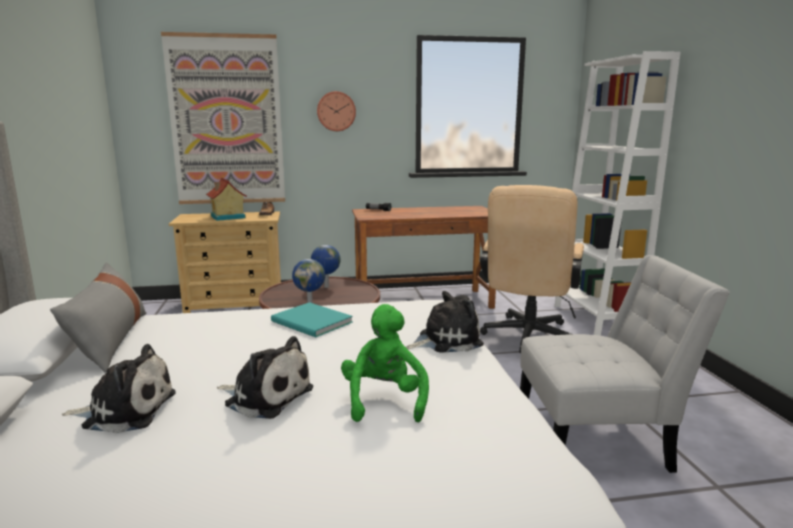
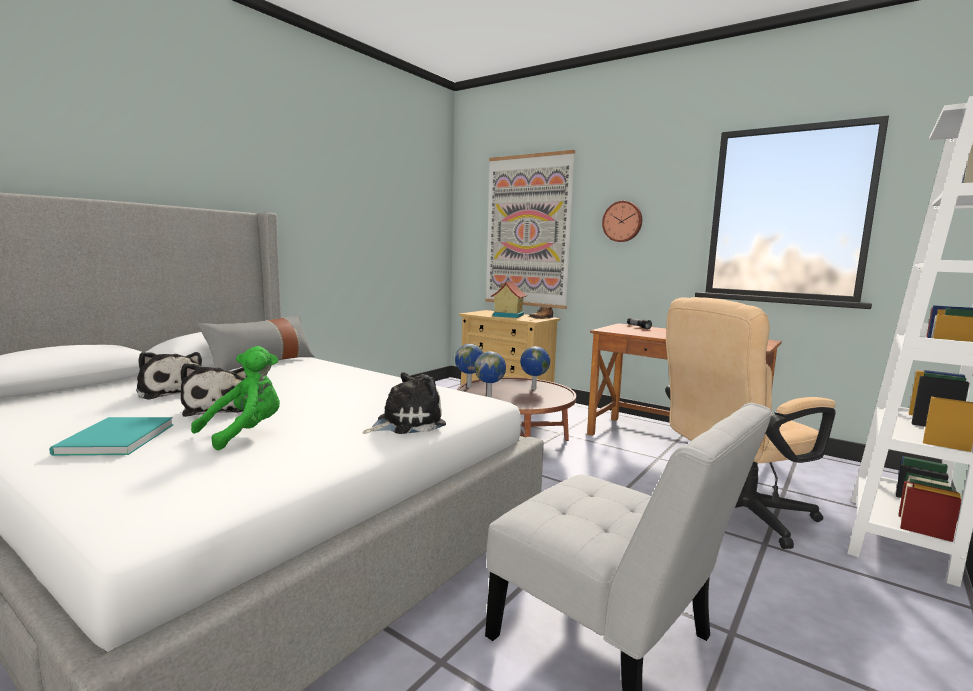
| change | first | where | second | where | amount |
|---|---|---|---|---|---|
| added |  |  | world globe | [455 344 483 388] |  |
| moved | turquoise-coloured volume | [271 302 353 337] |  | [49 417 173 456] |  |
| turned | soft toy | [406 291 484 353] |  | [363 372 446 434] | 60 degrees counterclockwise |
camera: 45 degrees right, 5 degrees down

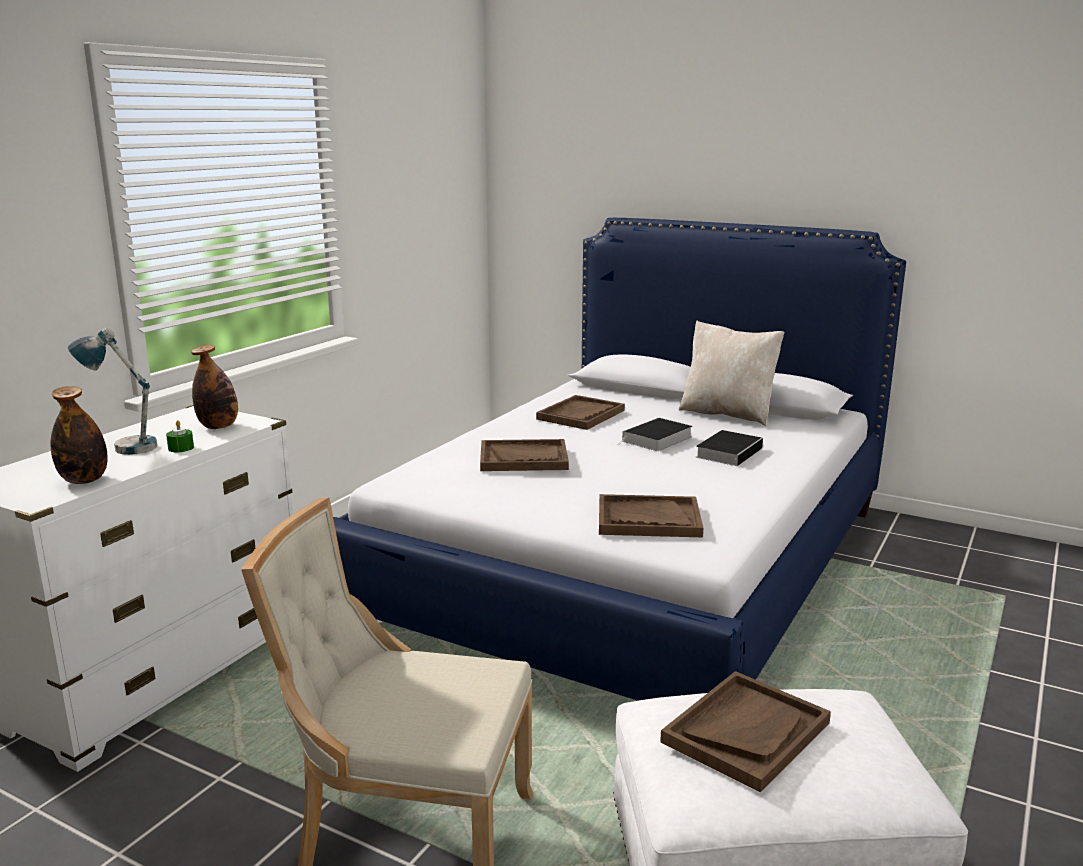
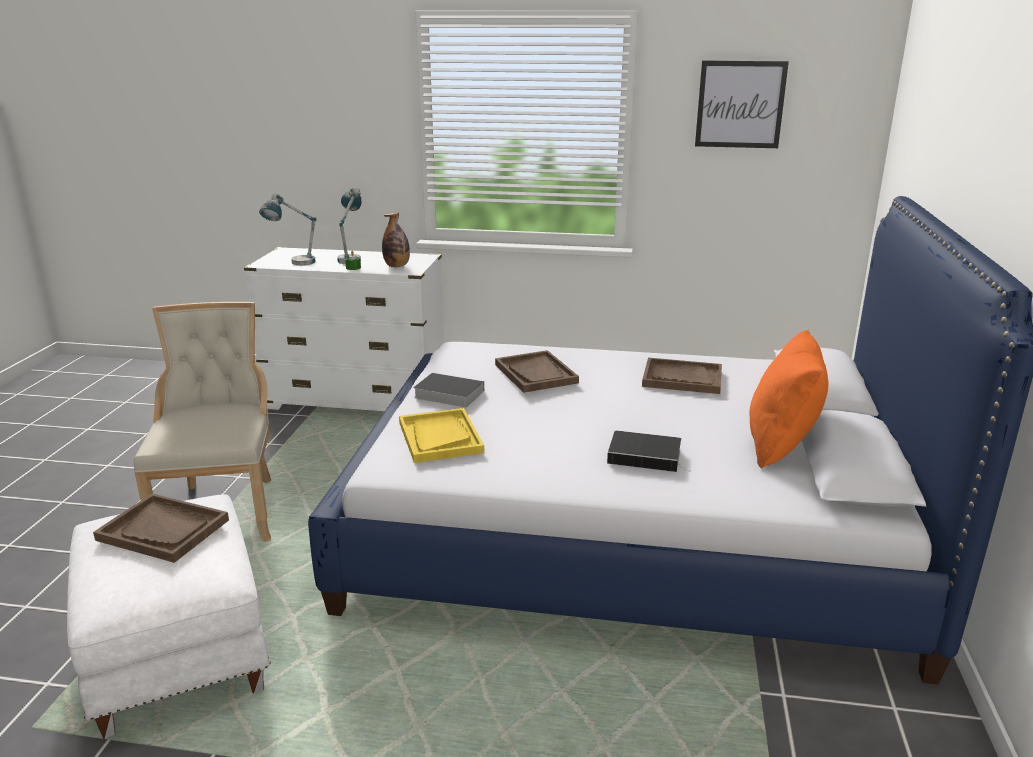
| change | first | where | second | where | amount |
|---|---|---|---|---|---|
| added |  |  | wall picture | [695 61 789 148] |  |
| moved | volume | [618 418 693 451] |  | [413 373 484 407] |  |
| replaced | drink bottle | [50 386 108 484] | tabletop lamp | [259 193 317 265] |  |
| recoloured | brownish tray | [599 494 703 537] | yellow tray | [399 408 484 463] |  |
| recoloured | beige-coloured throw pillow | [679 321 784 426] | orangey throw pillow | [749 330 828 468] |  |
camera: 70 degrees right, 5 degrees up

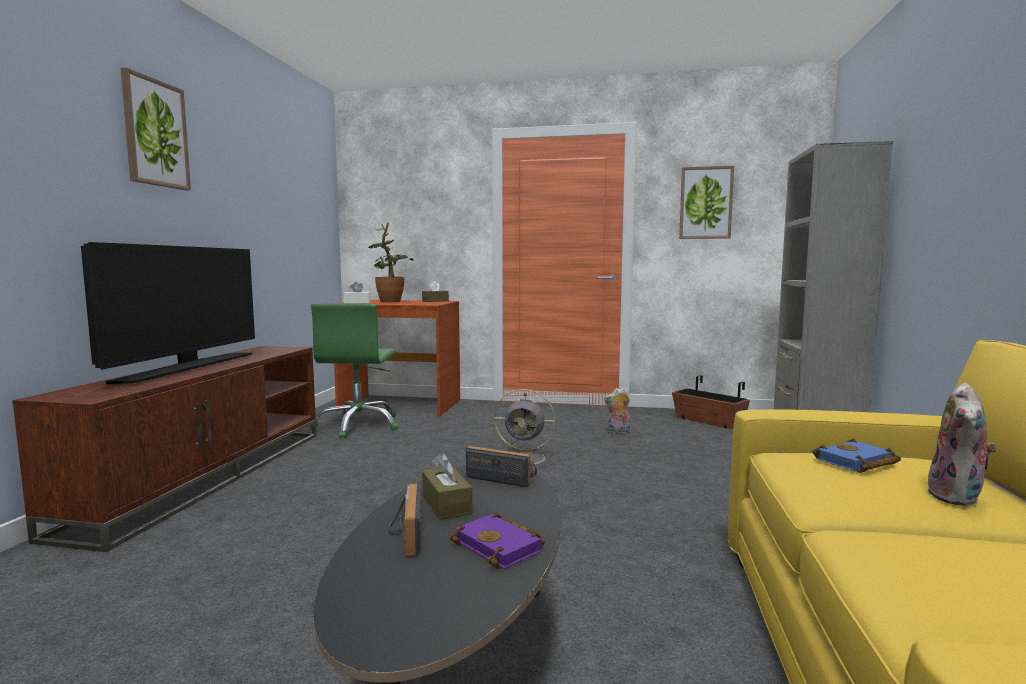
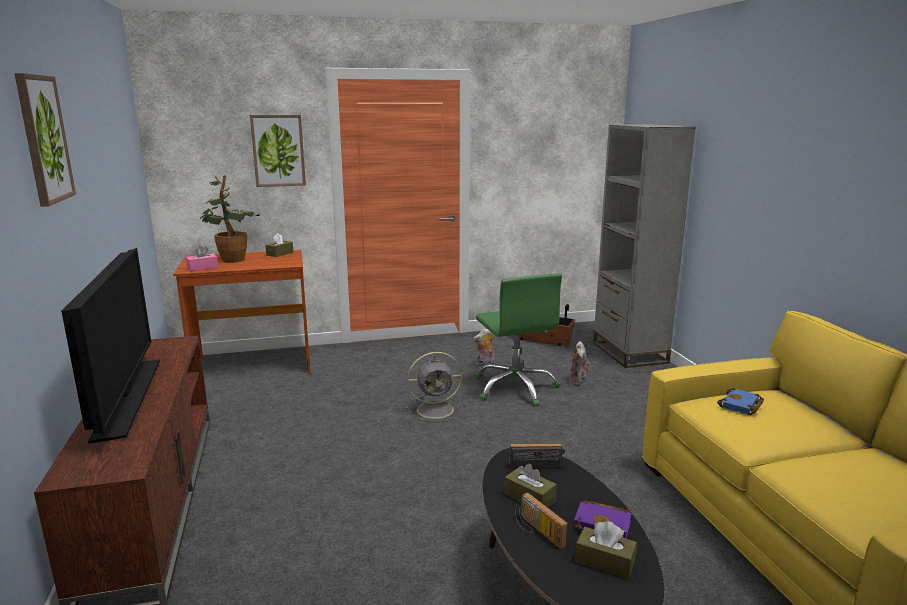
| change | first | where | second | where | amount |
|---|---|---|---|---|---|
| added |  |  | brownish box of tissues | [575 521 637 579] |  |
| moved | green computer chair | [310 303 399 438] |  | [475 274 562 407] |  |
| moved | wall picture | [679 166 734 239] |  | [250 115 306 187] |  |
| moved | soft toy | [926 383 998 507] |  | [569 341 590 386] |  |
| recoloured | white-coloured box of tissues | [343 282 370 303] | pinkish box of tissues | [186 246 218 271] |  |
camera: 25 degrees left, 10 degrees up

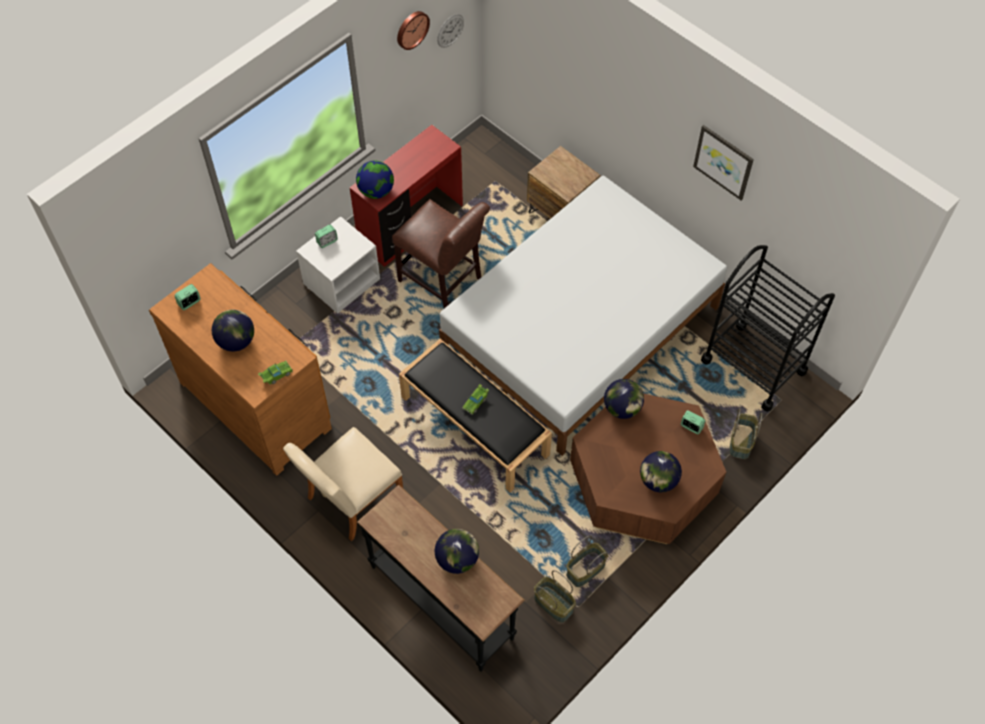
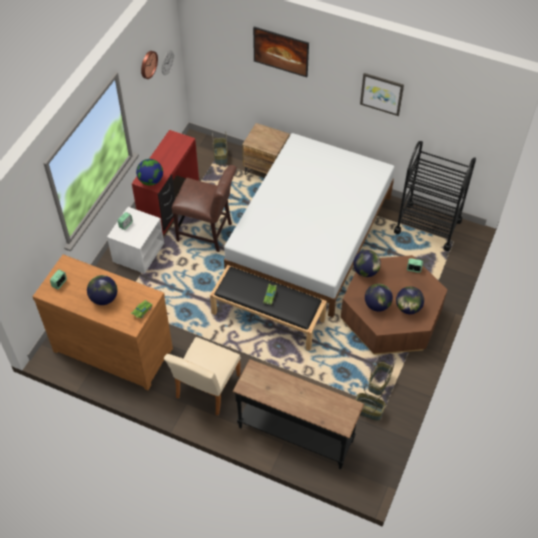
| change | first | where | second | where | amount |
|---|---|---|---|---|---|
| added |  |  | wall picture | [253 27 309 77] |  |
| moved | world globe | [435 529 479 574] |  | [365 284 393 312] |  |
| moved | household basket | [729 408 762 459] |  | [212 131 228 165] |  |
camera: 20 degrees left, 5 degrees down

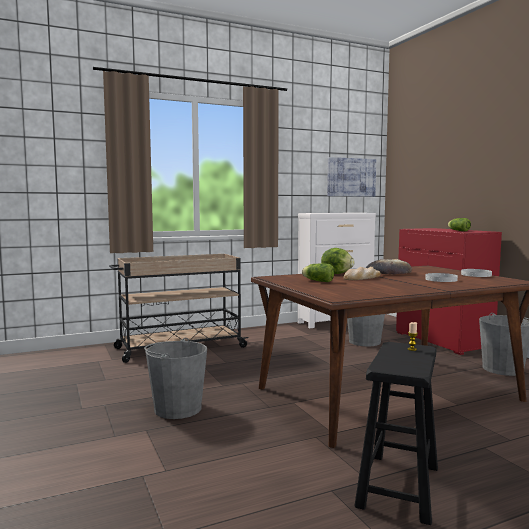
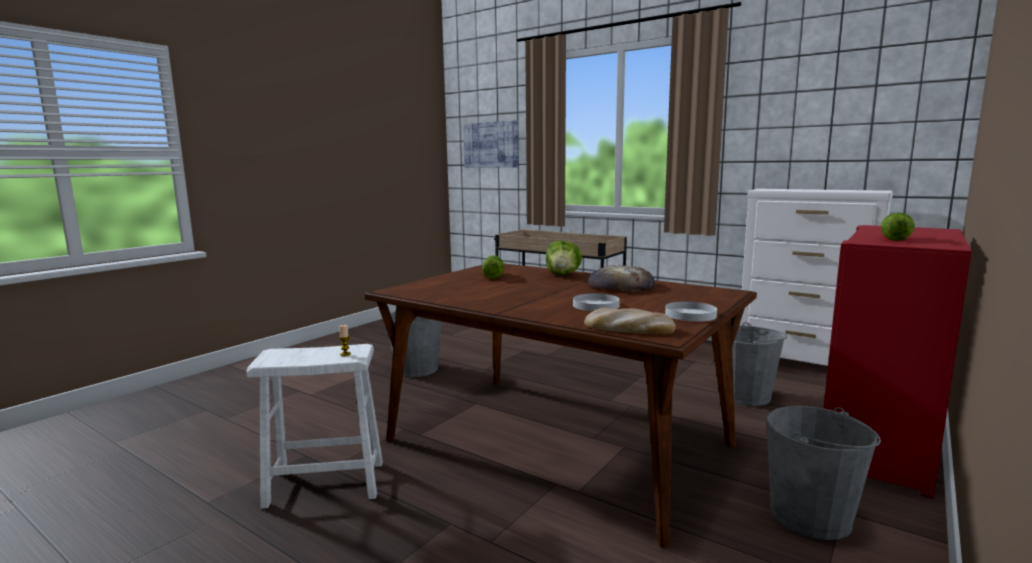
| change | first | where | second | where | amount |
|---|---|---|---|---|---|
| moved | wall picture | [327 157 376 197] |  | [463 120 519 168] |  |
| moved | baked bread | [344 267 381 280] |  | [584 308 676 335] |  |
| recoloured | black-coloured stool | [354 342 438 525] | white-coloured stool | [246 344 383 509] |  |
camera: 60 degrees right, 5 degrees up

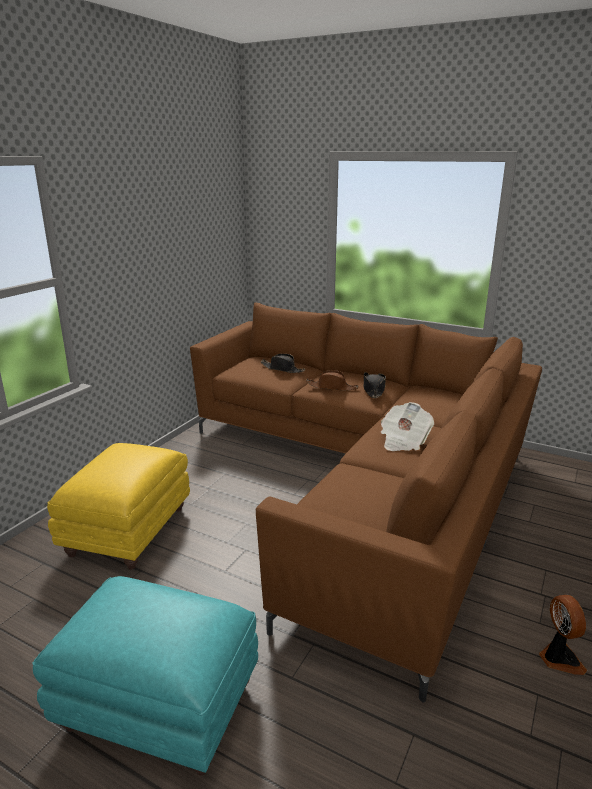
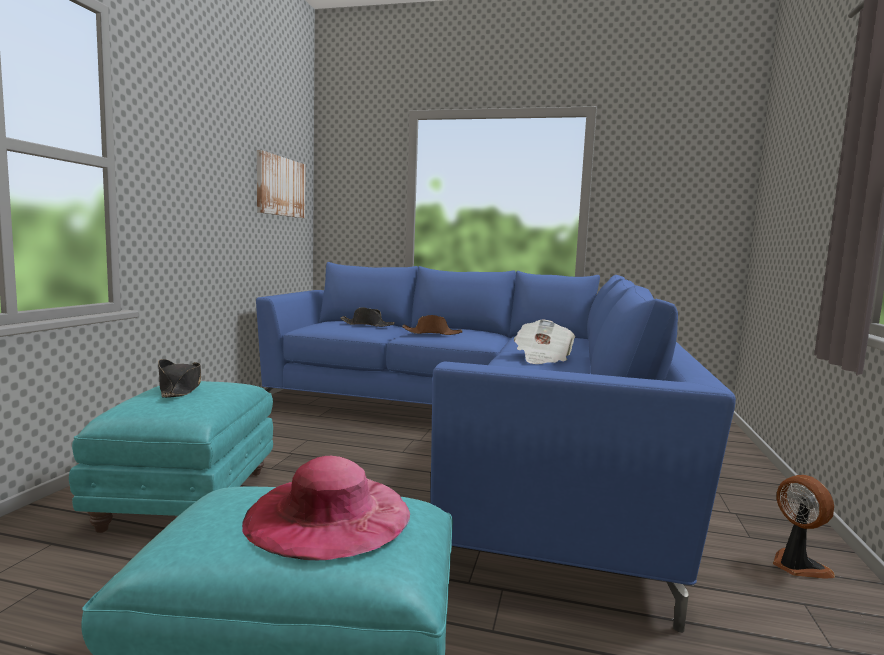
| change | first | where | second | where | amount |
|---|---|---|---|---|---|
| added |  |  | pinkish hat | [242 456 410 560] |  |
| added |  |  | wall picture | [257 150 305 218] |  |
| moved | black-coloured hat | [364 372 386 398] |  | [158 359 201 398] |  |
| recoloured | yellow pouffe | [47 443 190 569] | turquoise-coloured pouffe | [69 381 273 533] |  |
| recoloured | brownish settee | [190 303 542 703] | blue settee | [256 262 736 633] |  |
camera: 15 degrees left, 15 degrees down

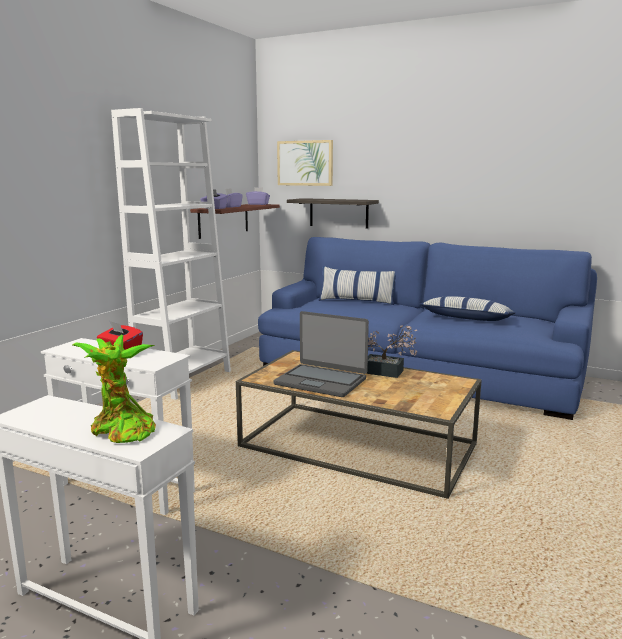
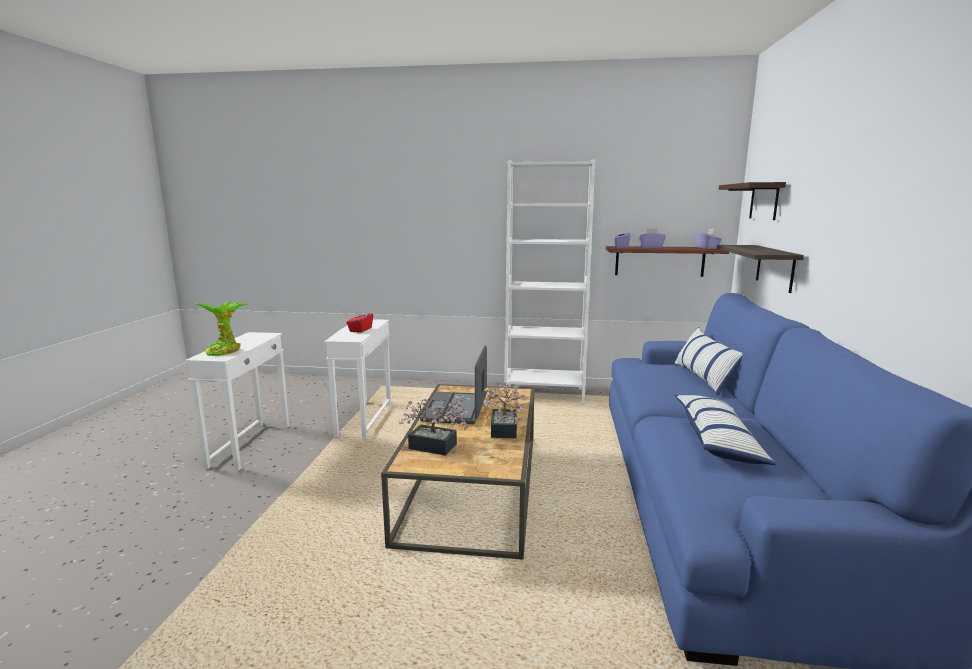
| change | first | where | second | where | amount |
|---|---|---|---|---|---|
| added |  |  | potted plant | [399 394 470 456] |  |
| replaced | wall picture | [277 140 333 186] | bracket shelf | [719 182 786 220] |  |
camera: 70 degrees right, 0 degrees up

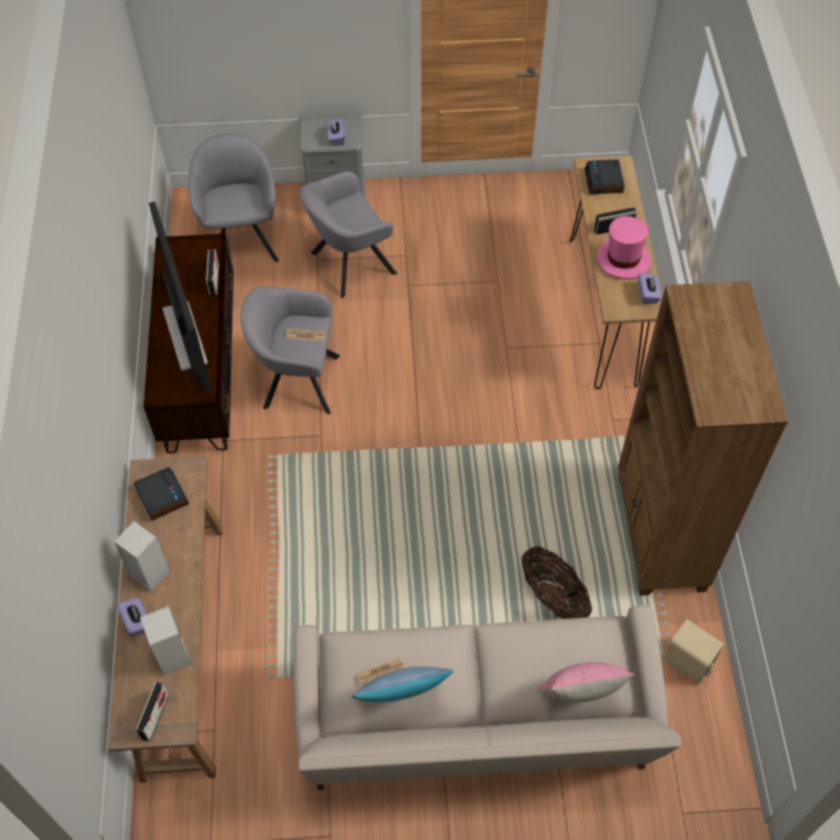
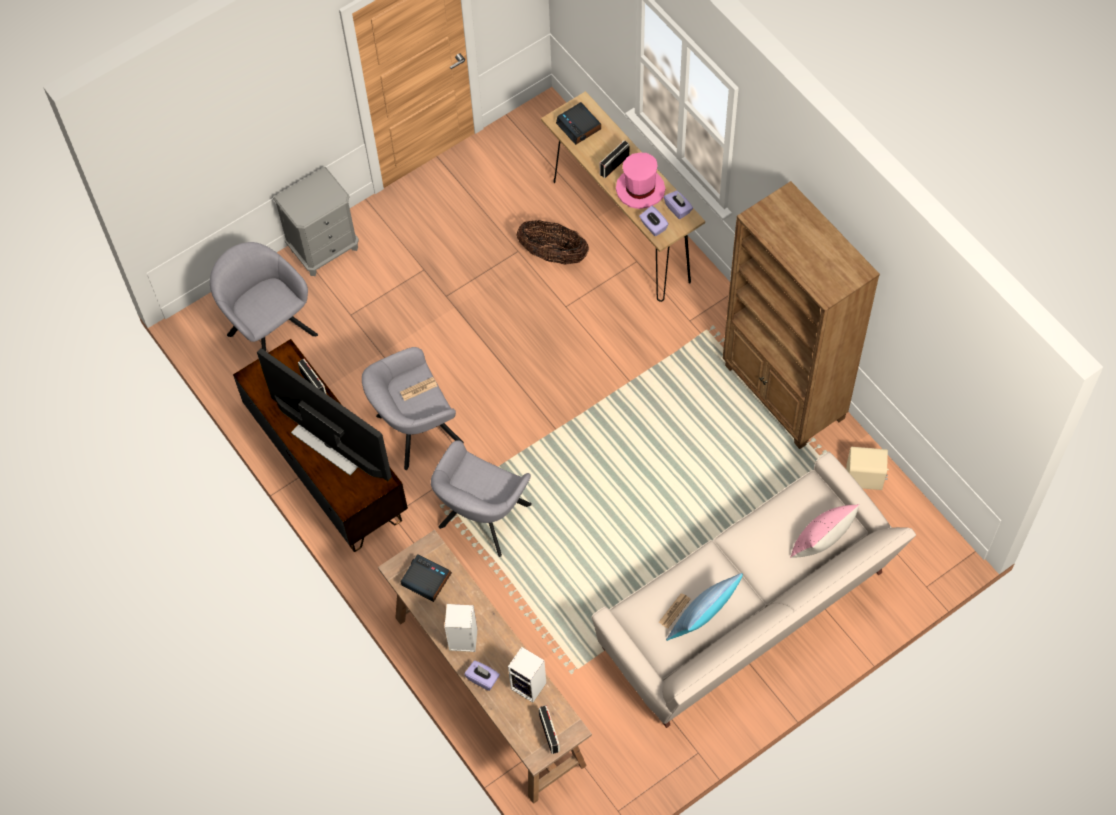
| change | first | where | second | where | amount |
|---|---|---|---|---|---|
| moved | grey armchair | [300 171 397 298] |  | [431 440 532 557] |  |
| moved | purple box of tissues | [327 118 345 146] |  | [639 206 669 236] |  |
| moved | household basket | [521 546 592 619] |  | [516 220 589 265] |  |
camera: 30 degrees left, 5 degrees up

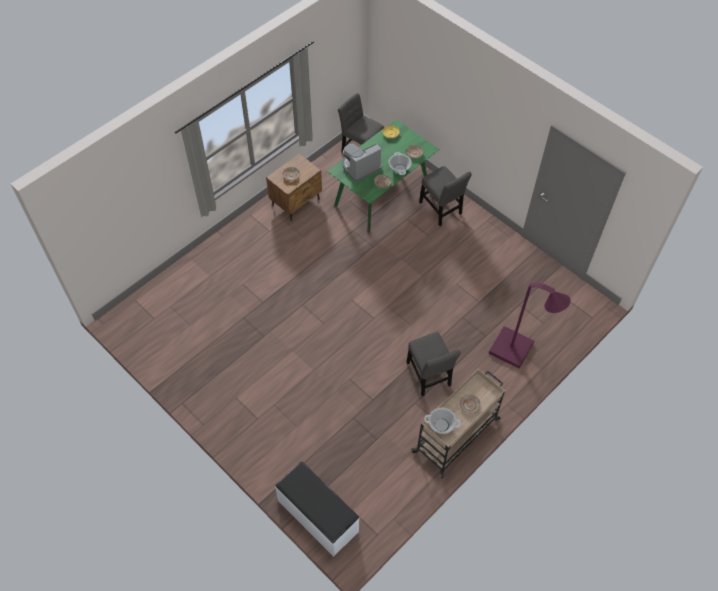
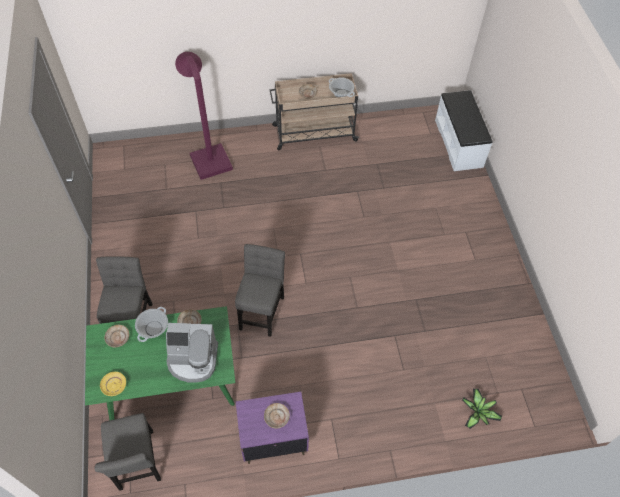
| change | first | where | second | where | amount |
|---|---|---|---|---|---|
| added |  |  | potted plant | [462 389 502 429] |  |
| moved | grey plain chair | [406 332 461 396] |  | [235 244 285 337] |  |
| recoloured | brownish nightstand | [266 154 322 221] | purple nightstand | [236 392 309 464] |  |
camera: 145 degrees left, 0 degrees up

